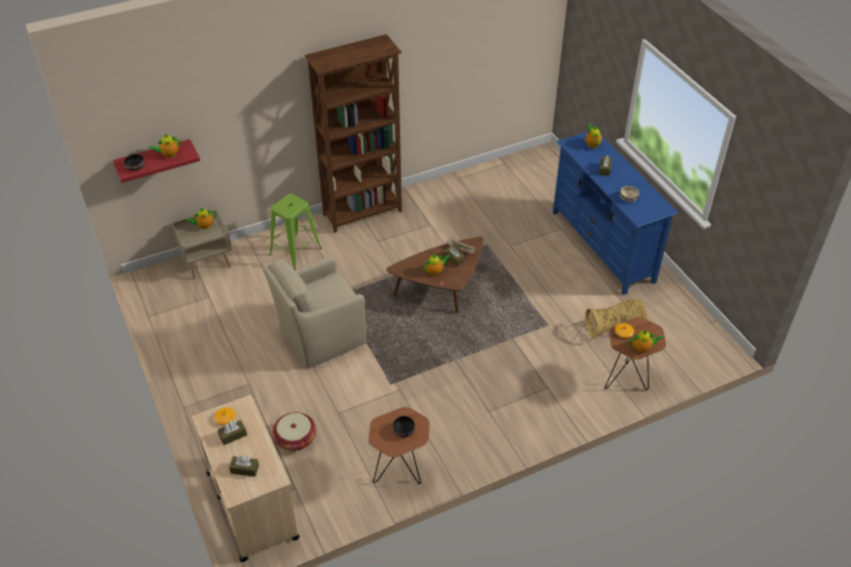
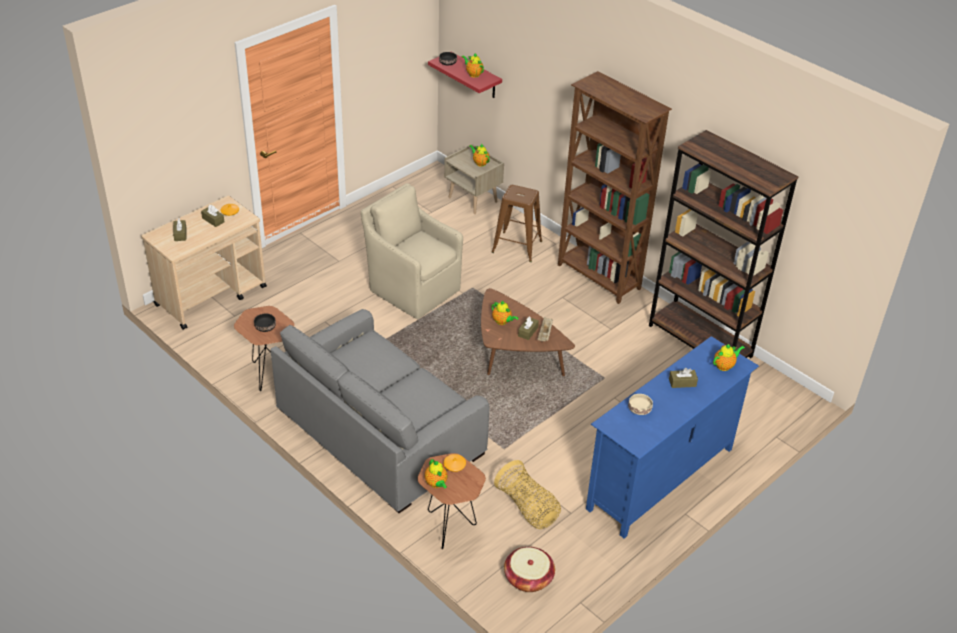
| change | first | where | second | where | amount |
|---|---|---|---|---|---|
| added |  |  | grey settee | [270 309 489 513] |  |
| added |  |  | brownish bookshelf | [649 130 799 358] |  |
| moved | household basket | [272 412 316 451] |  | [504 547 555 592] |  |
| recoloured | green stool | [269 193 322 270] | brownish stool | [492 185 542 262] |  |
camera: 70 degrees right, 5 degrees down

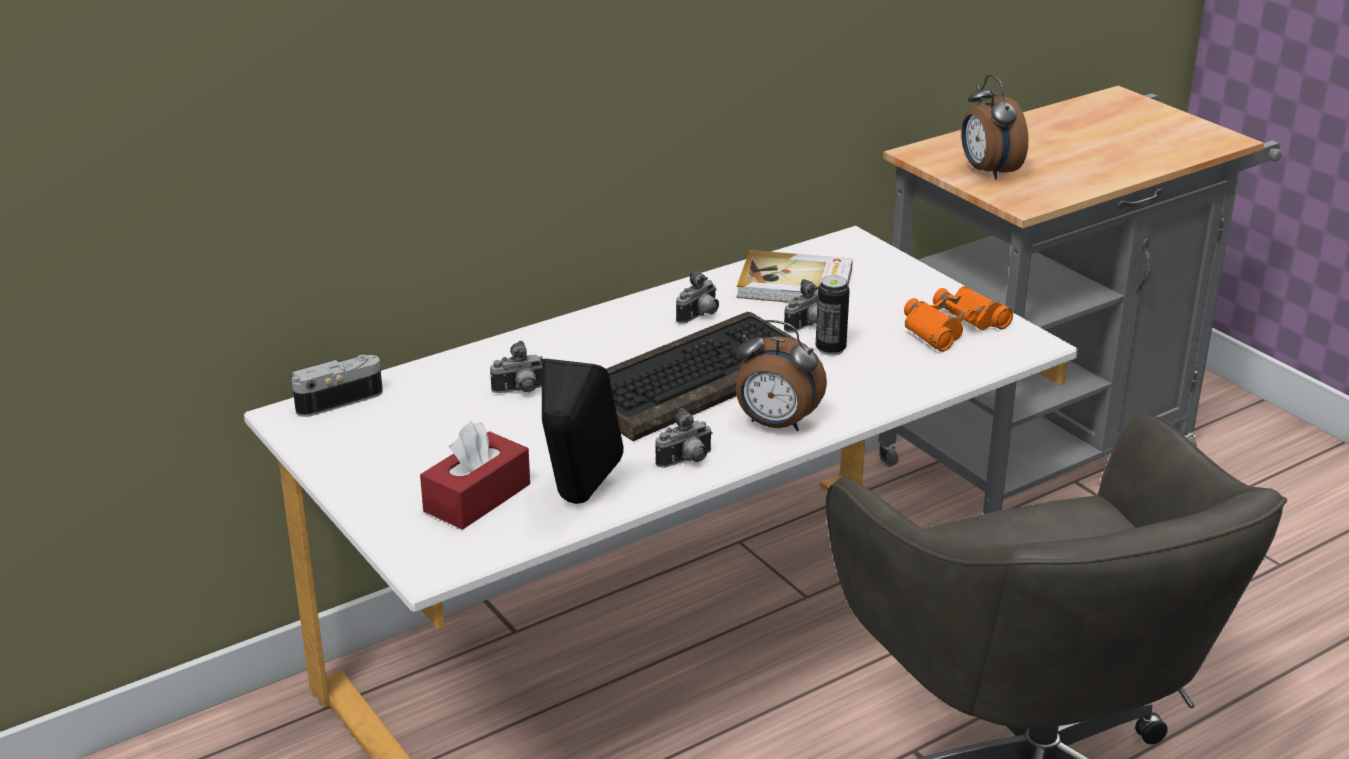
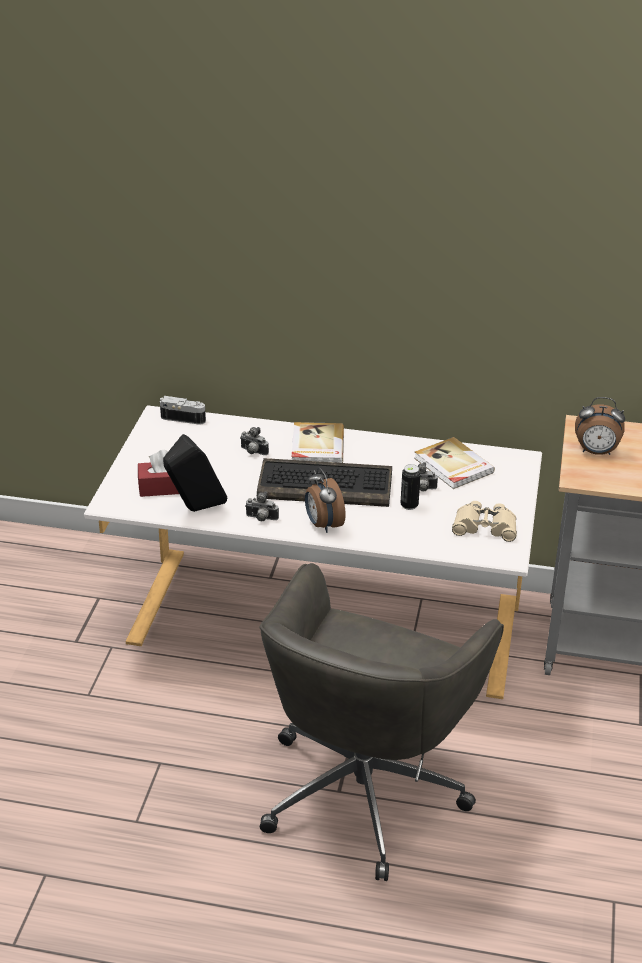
| change | first | where | second | where | amount |
|---|---|---|---|---|---|
| removed | still camera | [676 270 719 324] |  |  |  |
| added |  |  | volume | [292 422 344 463] |  |
| recoloured | orangey binoculars | [904 286 1013 352] | beige-coloured binoculars | [452 501 517 542] |  |
| turned | table clock | [961 74 1028 180] |  | [575 397 625 455] | 105 degrees counterclockwise |
camera: 45 degrees right, 5 degrees up

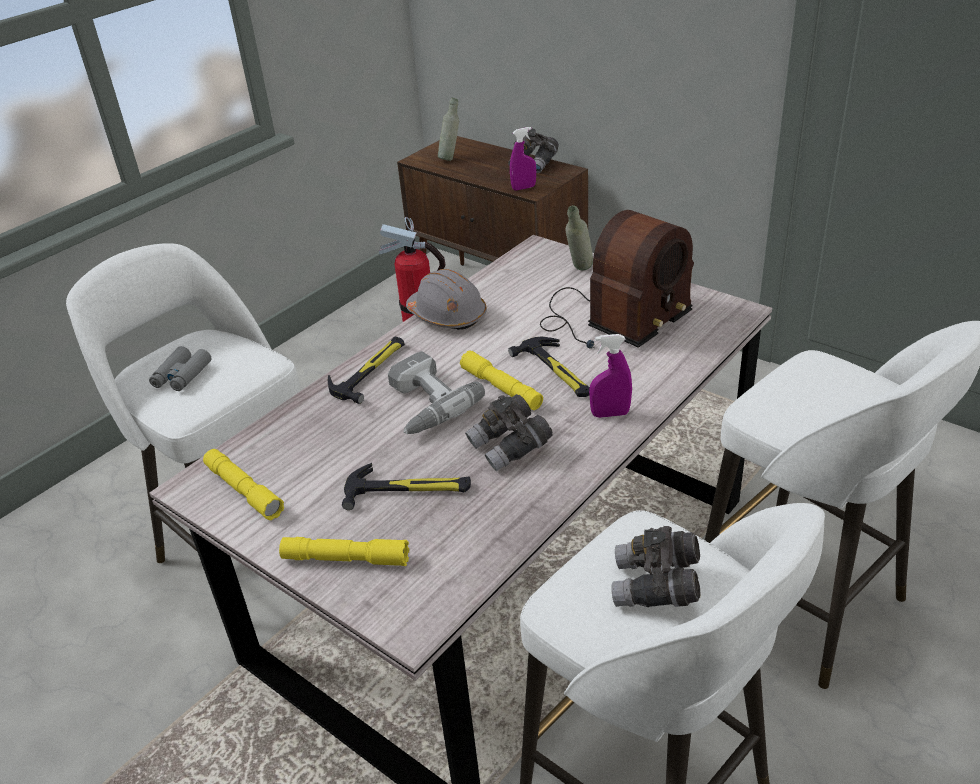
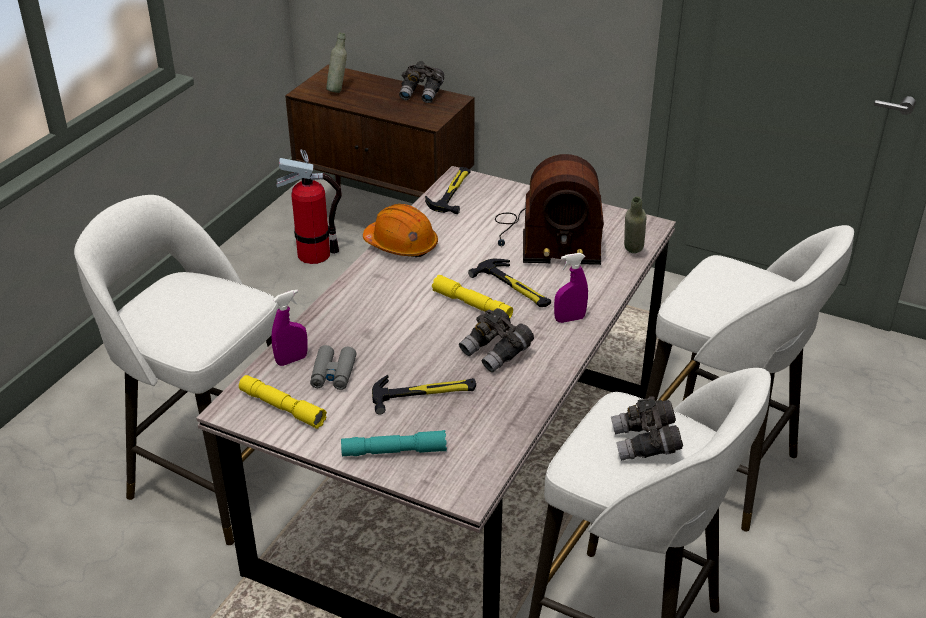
| change | first | where | second | where | amount |
|---|---|---|---|---|---|
| removed | power drill | [388 351 485 434] |  |  |  |
| moved | grey binoculars | [149 346 211 391] |  | [310 345 357 390] |  |
| moved | hammer | [328 337 405 404] |  | [425 167 470 214] |  |
| moved | purple sprayer | [510 127 536 190] |  | [271 290 308 366] |  |
| moved | grey drink bottle | [565 205 593 270] |  | [624 196 647 253] |  |
| recoloured | yellow flashlight | [279 537 409 566] | turquoise-coloured flashlight | [341 430 447 456] |  |
| recoloured | grey work helmet | [406 269 487 330] | orangey work helmet | [363 204 438 258] |  |
| turned | radio set | [540 210 694 349] |  | [495 154 604 265] | 60 degrees clockwise |
camera: 15 degrees left, 0 degrees up

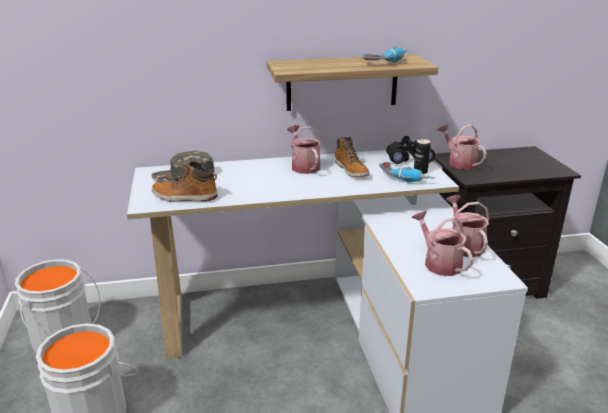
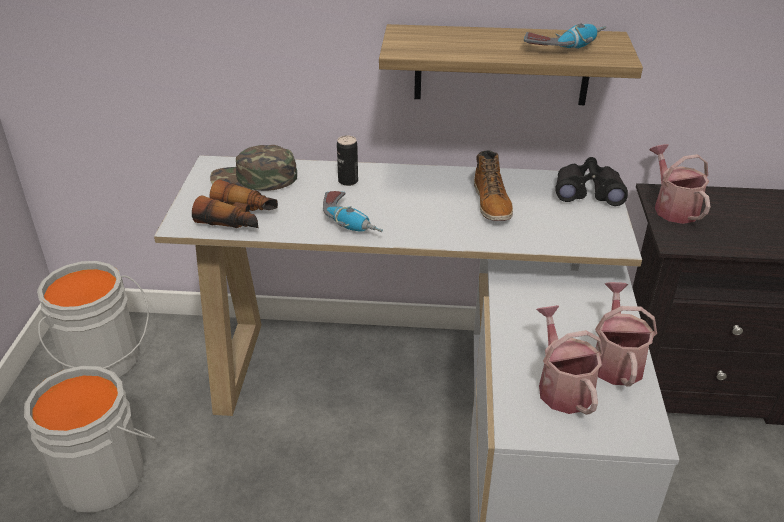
| change | first | where | second | where | amount |
|---|---|---|---|---|---|
| removed | sprinkling can | [287 125 322 174] |  |  |  |
| moved | power drill | [379 162 435 182] |  | [323 191 383 232] |  |
| moved | can | [414 139 431 174] |  | [337 135 358 186] |  |
| replaced | tall boot | [152 162 218 202] | binoculars | [192 179 278 228] |  |
camera: 15 degrees right, 10 degrees up

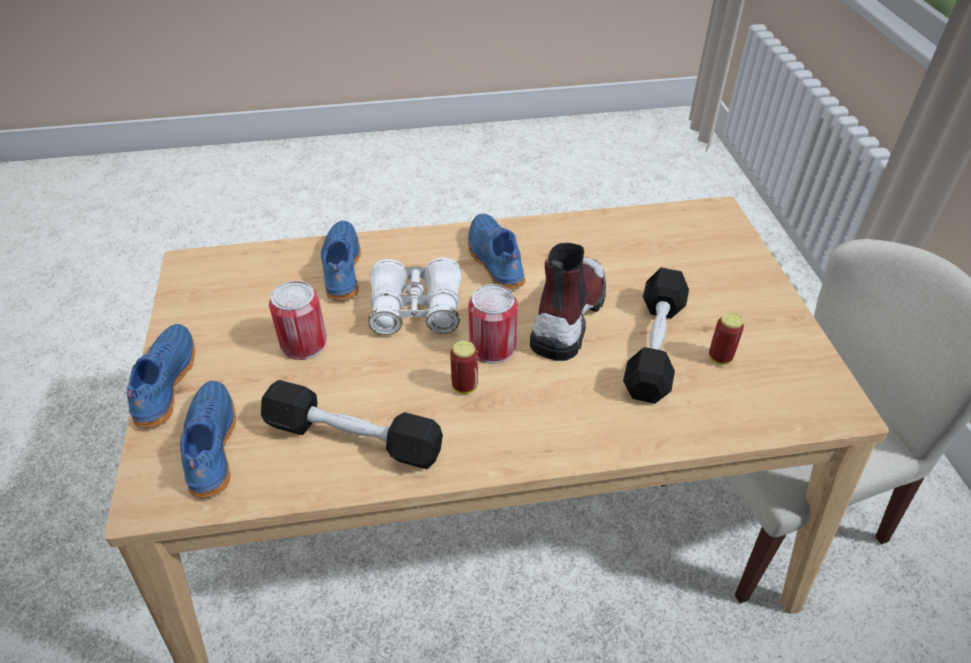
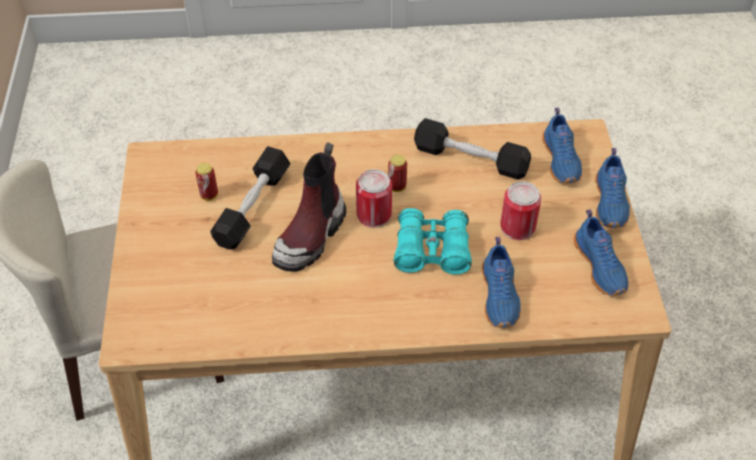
| change | first | where | second | where | amount |
|---|---|---|---|---|---|
| moved | blue low shoe | [468 214 526 289] |  | [573 209 628 296] |  |
| recoloured | white-coloured binoculars | [368 258 462 335] | turquoise-coloured binoculars | [394 208 472 275] |  |
camera: 175 degrees left, 5 degrees up

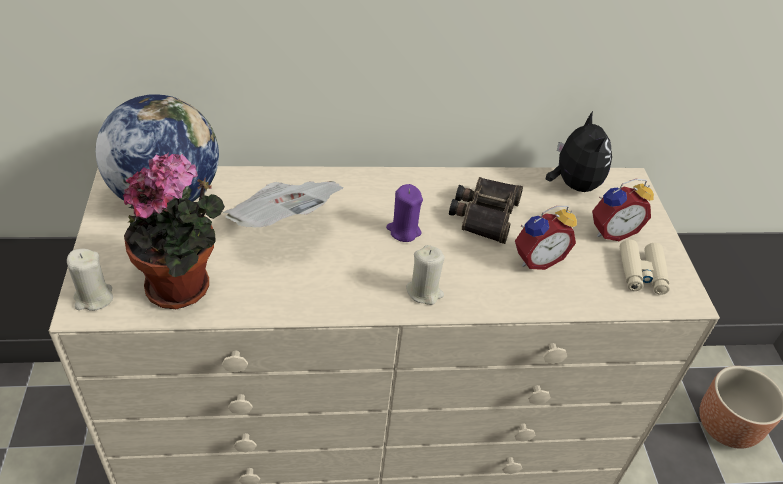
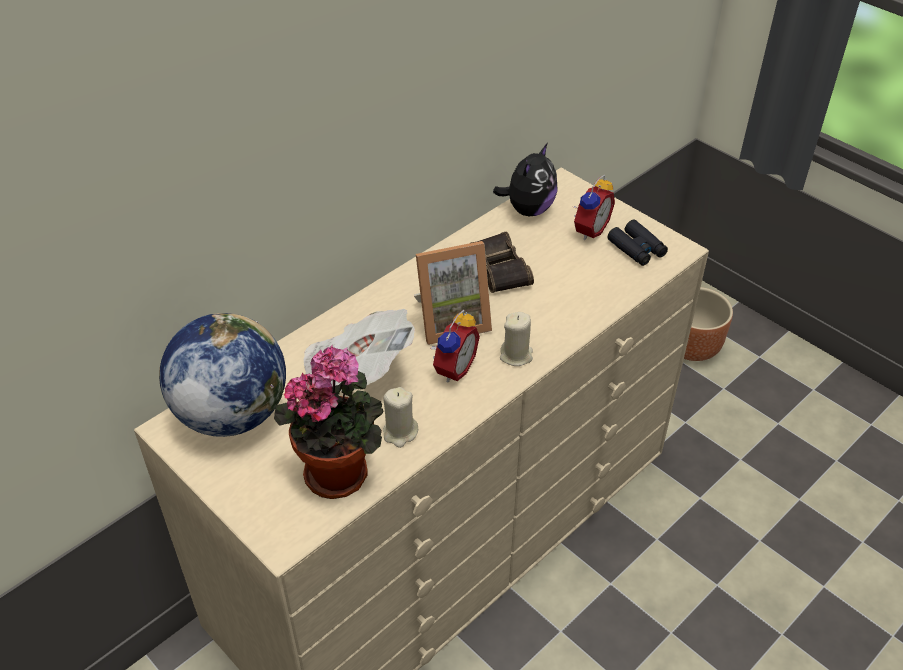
| change | first | where | second | where | amount |
|---|---|---|---|---|---|
| moved | beige-coloured candle | [67 249 113 311] |  | [383 387 418 448] |  |
| moved | table clock | [515 206 577 270] |  | [430 310 480 383] |  |
| replaced | purple candle | [386 184 423 242] | standing frame | [414 241 492 345] |  |
| recoloured | beige-coloured binoculars | [620 239 670 295] | black-coloured binoculars | [608 220 668 266] |  |
| turned | soft toy | [545 111 612 192] |  | [493 144 557 216] | 75 degrees clockwise |
camera: 35 degrees left, 0 degrees up

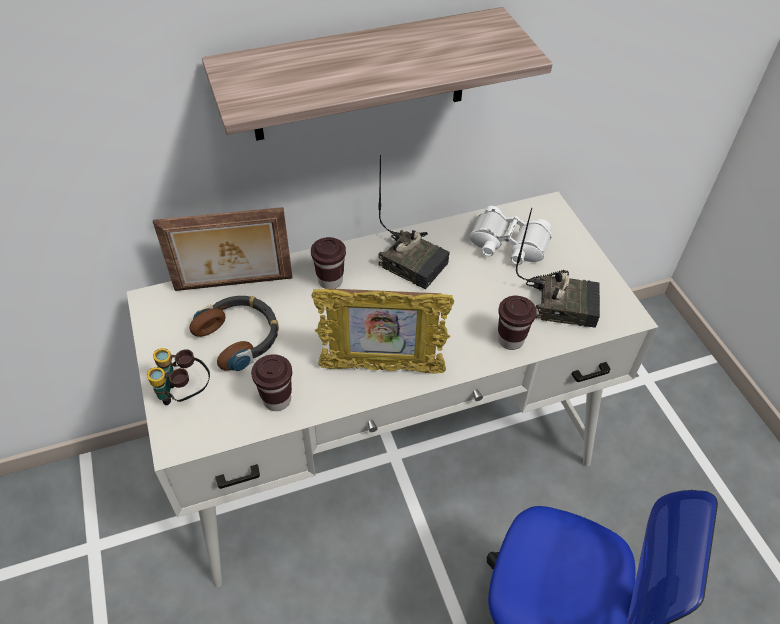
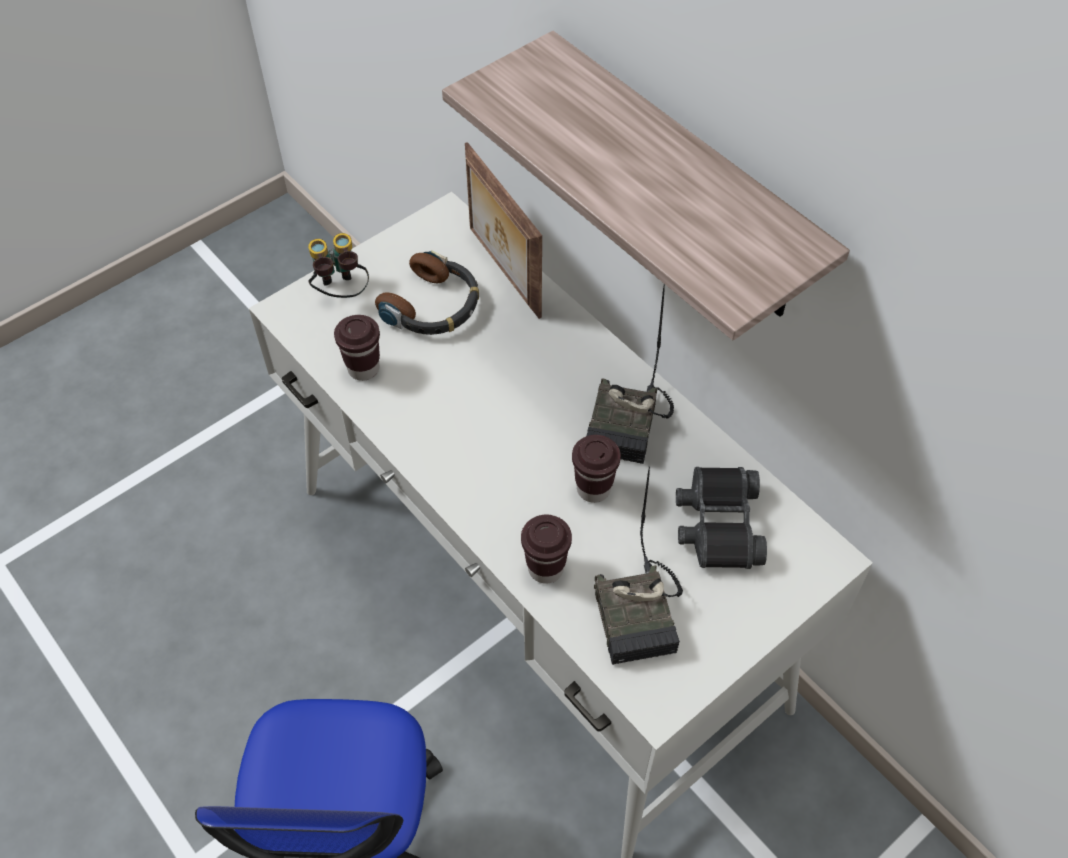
| change | first | where | second | where | amount |
|---|---|---|---|---|---|
| removed | standing frame | [311 288 454 374] |  |  |  |
| moved | brownish drinking cup | [311 237 346 289] |  | [572 435 621 503] |  |
| recoloured | white-coloured binoculars | [469 206 552 265] | black-coloured binoculars | [676 467 767 569] |  |
camera: 70 degrees right, 5 degrees up

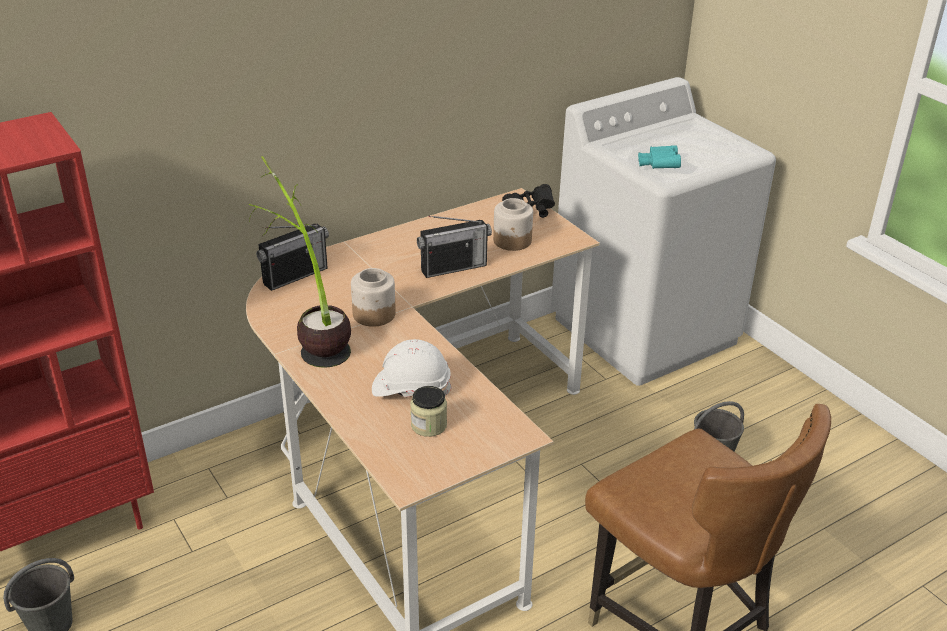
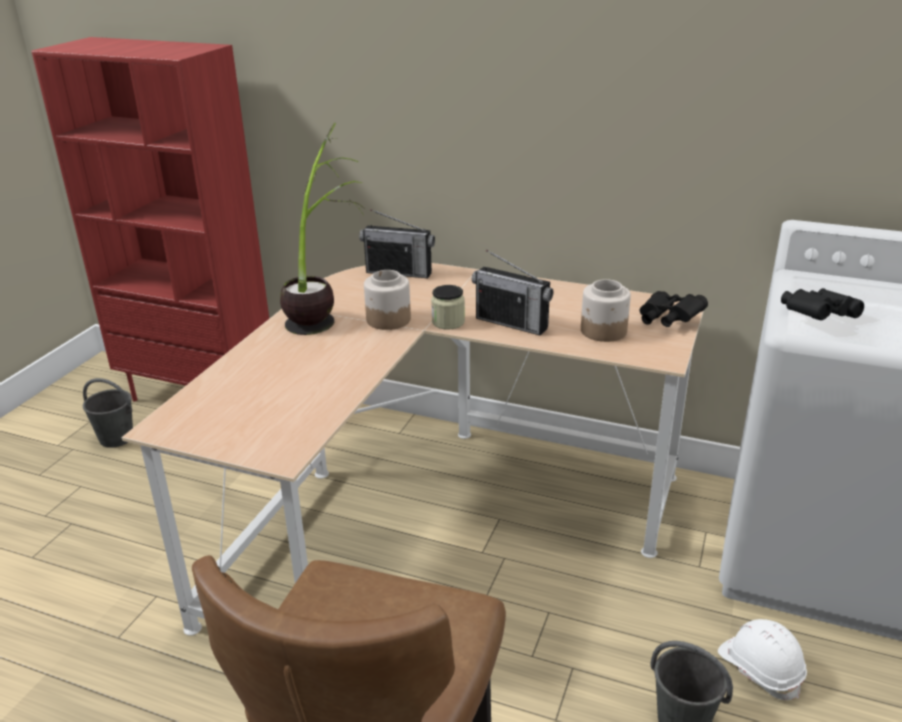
| change | first | where | second | where | amount |
|---|---|---|---|---|---|
| moved | white-coloured work helmet | [372 339 452 397] |  | [718 619 807 700] |  |
| moved | jar | [410 386 447 437] |  | [431 285 465 329] |  |
| recoloured | turquoise-coloured binoculars | [638 145 681 169] | black-coloured binoculars | [781 288 864 320] |  |
camera: 55 degrees right, 5 degrees down

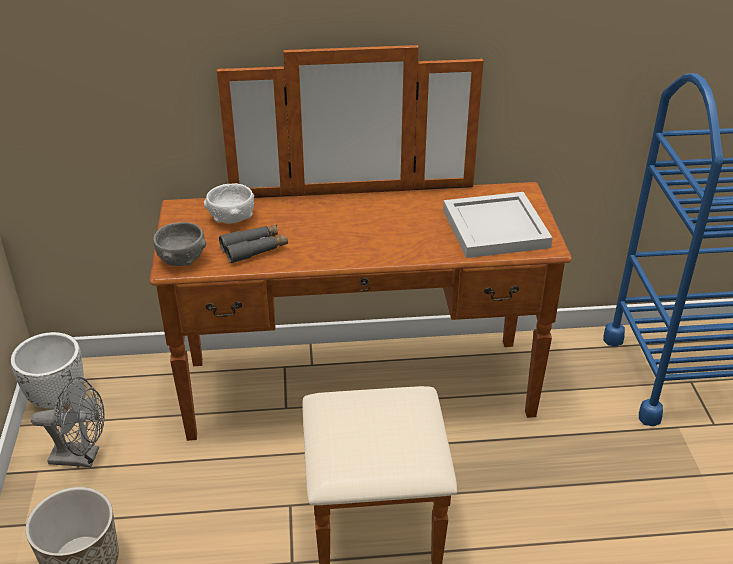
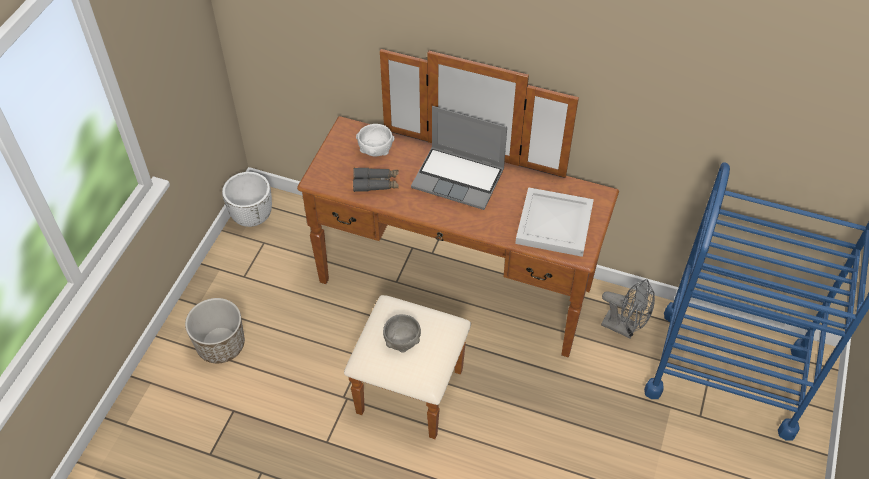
| change | first | where | second | where | amount |
|---|---|---|---|---|---|
| added |  |  | laptop | [411 106 507 210] |  |
| moved | grey electric fan | [31 377 104 467] |  | [601 279 655 338] |  |
| moved | grey bowl | [153 222 206 266] |  | [383 314 421 353] |  |
camera: 25 degrees right, 15 degrees up

